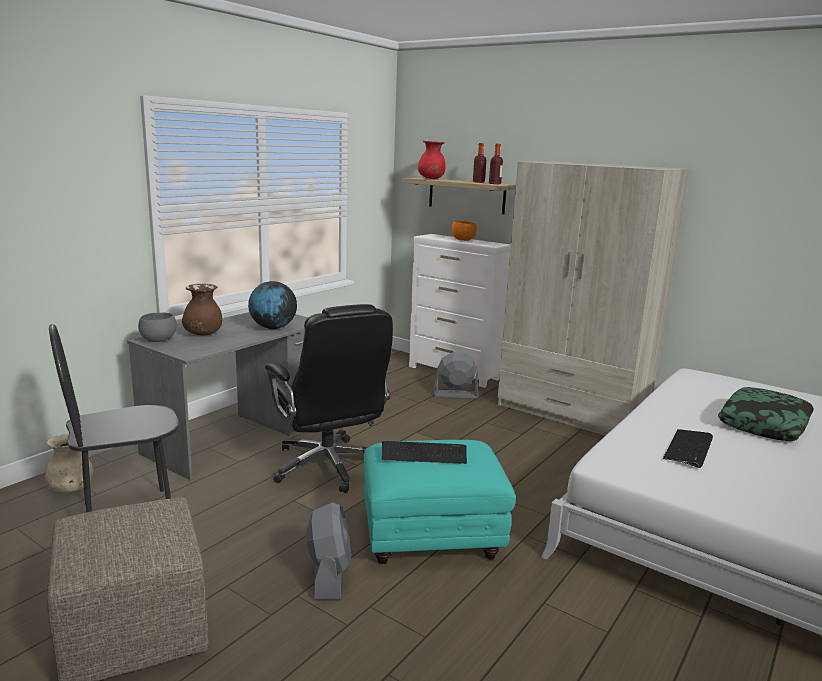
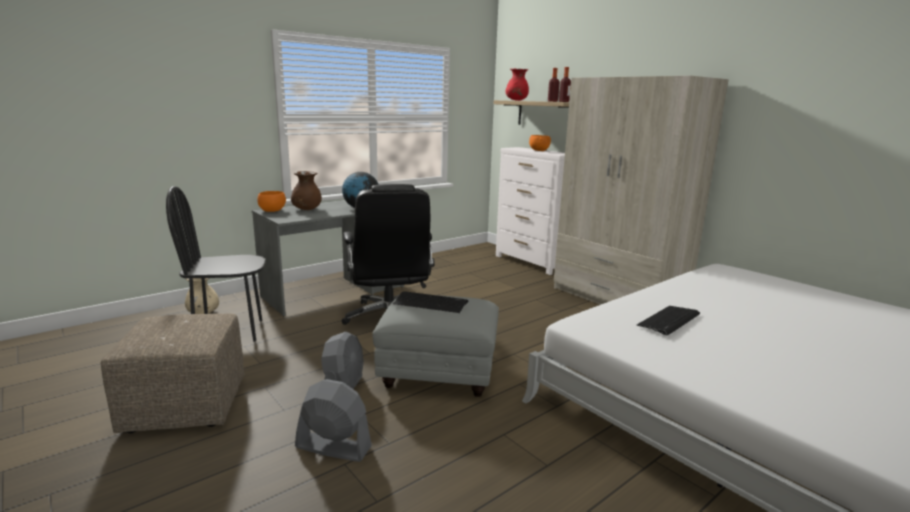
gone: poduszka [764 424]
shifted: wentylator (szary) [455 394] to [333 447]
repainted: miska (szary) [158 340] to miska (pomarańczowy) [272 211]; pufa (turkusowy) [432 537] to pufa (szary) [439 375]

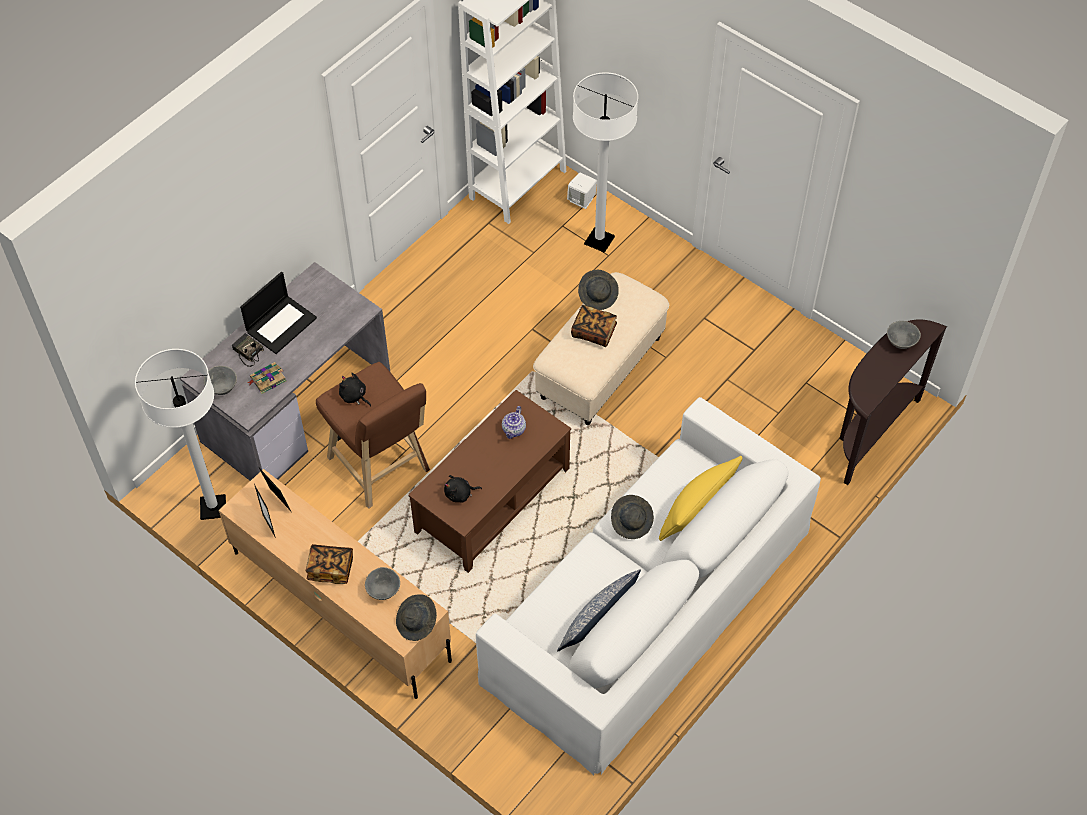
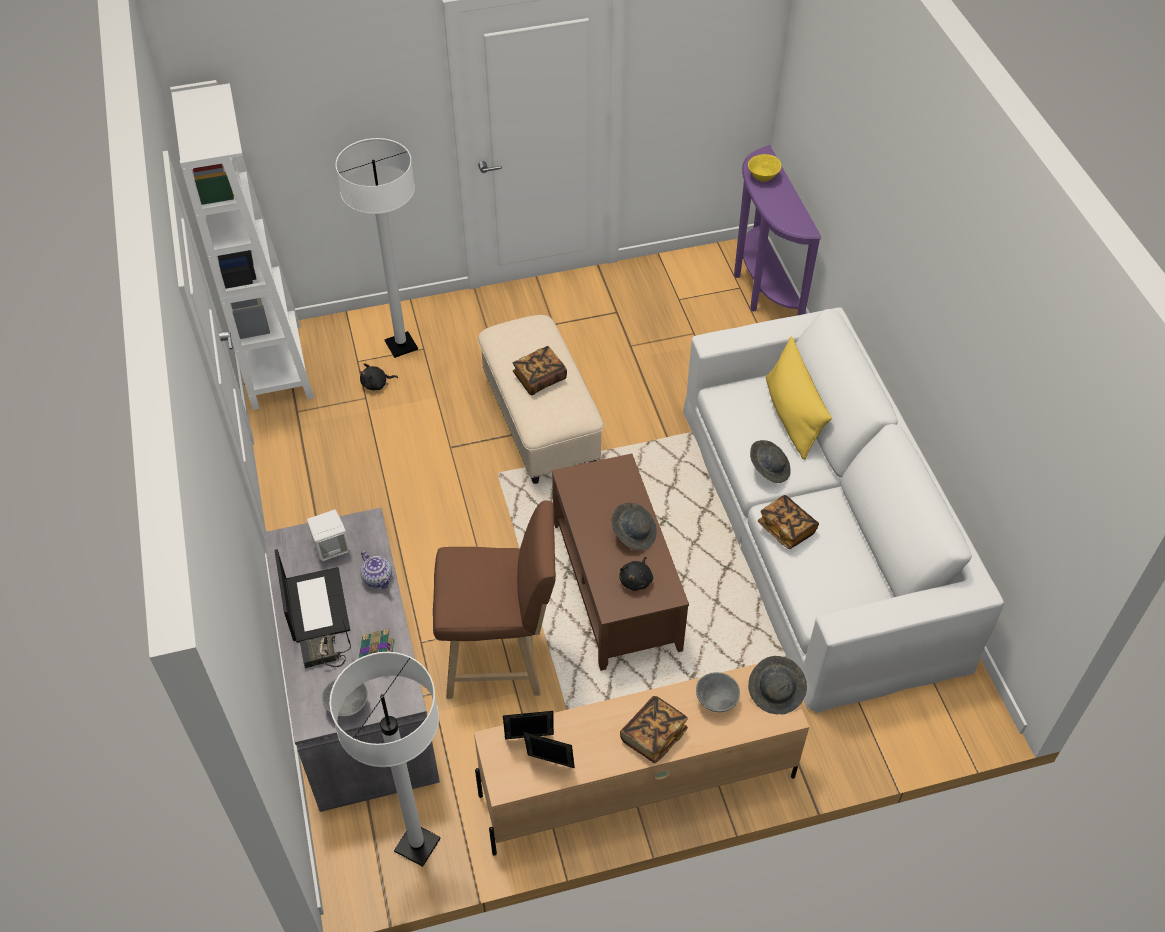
gone: poduszka [598 619]
new: książka [786 529]
shifted: głośnik (biały) [582 200] to [331 547]; kapelusz (szary) [598 296] to [634 533]; pluszak (czarny) [354 396] to [376 384]; imbryk [514 430] to [378 579]
repainted: stolik konsolowy (brązowy) [869 432] to stolik konsolowy (fioletowy) [761 290]; miska (szary) [900 342] to miska (żółty) [762 176]

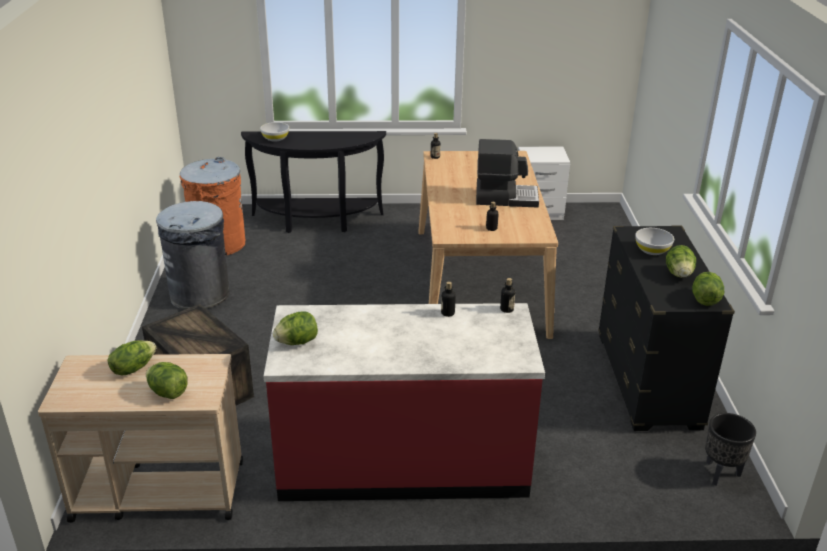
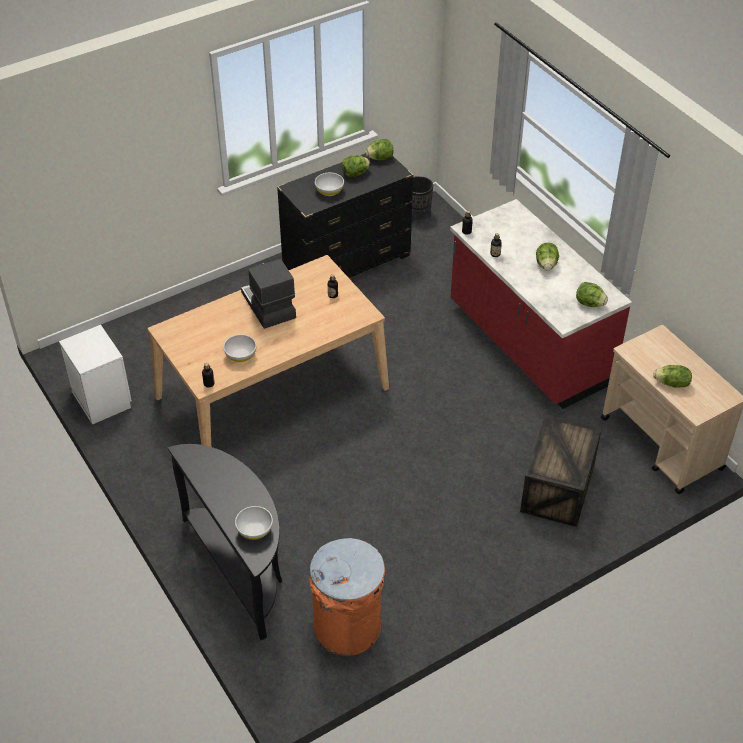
gone: kosz na śmieci (szary) [200 294]
new: miska (biały) [241 355]
shifted: sałata [168 392] to [546 265]

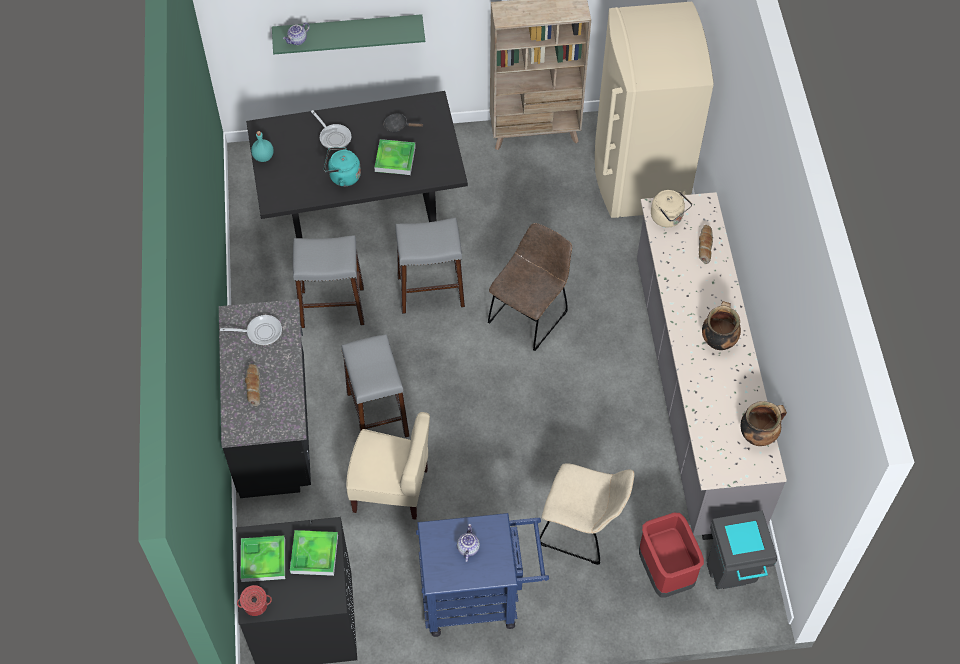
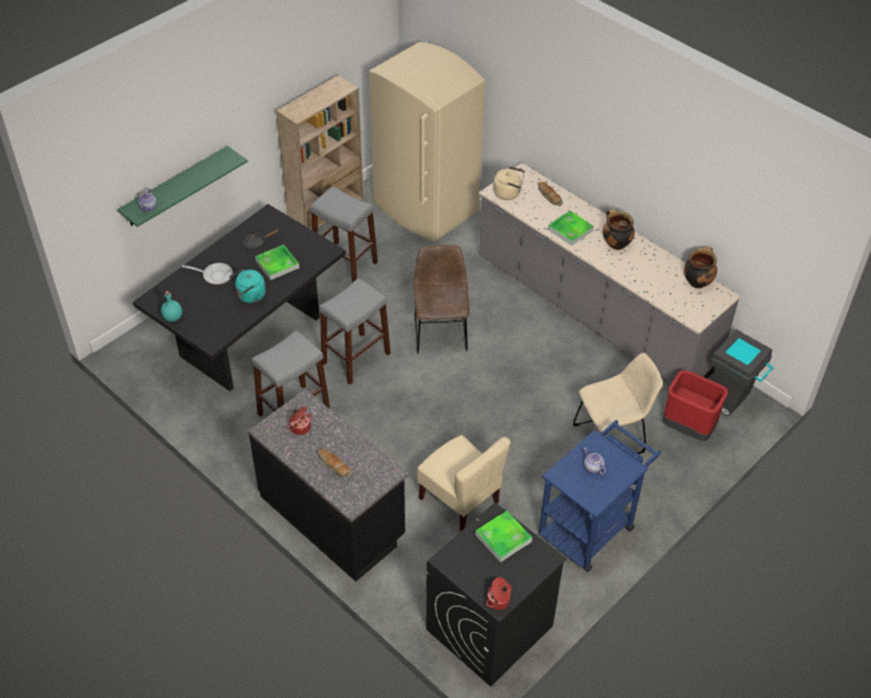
shifted: stołek (szary) [377 414] to [345 263]; taca [263 560] to [570 230]
swapped: patelnia [261 332] to garnek [300 427]
rotated: krzesło (beżowy) [391 489] = [460 500] 75 degrees clockwise

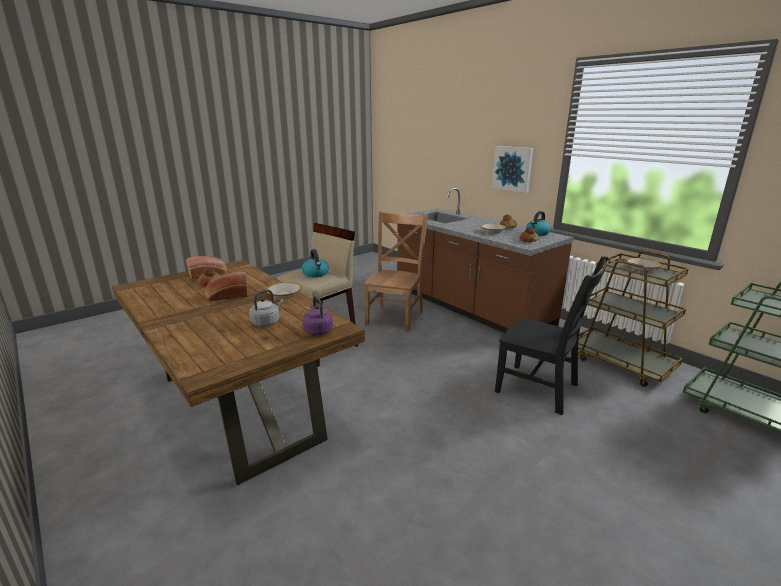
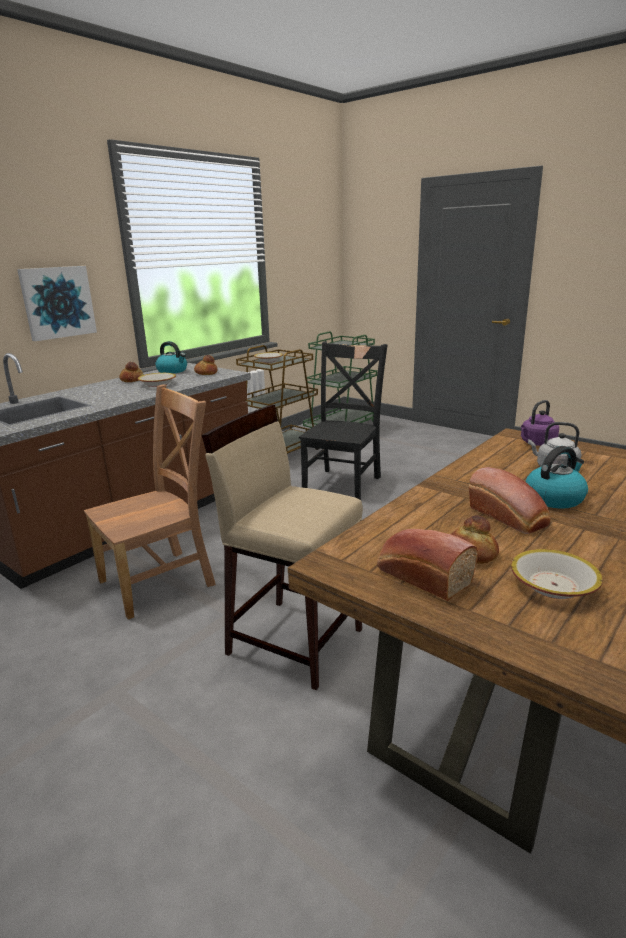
shifted: czajnik [316 274] to [554 498]; miska [284 295] to [554 586]
rotated: krzesło (brązowy) [395 317] = [162 581] 135 degrees clockwise

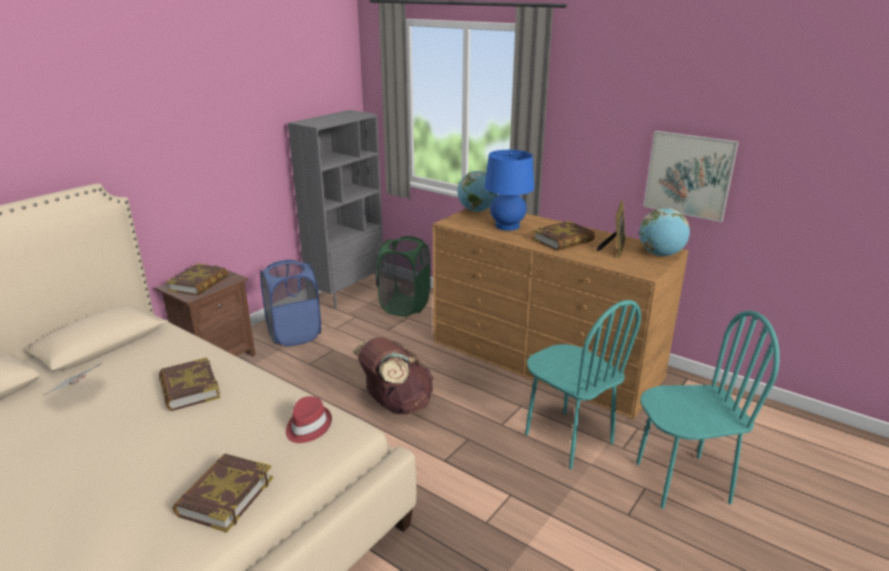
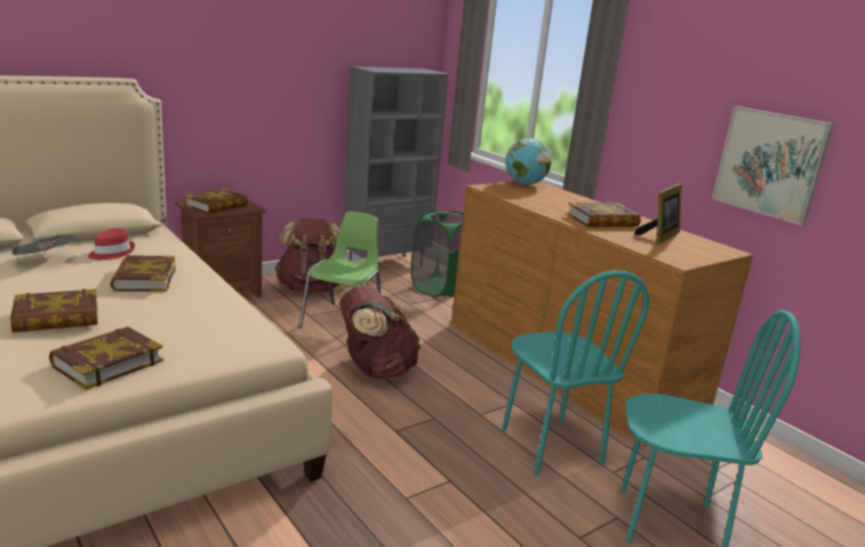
gone: lampa stołowa (niebieski) [507 226]; globus [660 254]
new: krzesło (zielony) [343 321]; książka [57 318]
shifted: kapelusz (czerwony) [307 426] to [111 253]
swapped: kosz na pranie (niebieski) [294 334] to plecak (brązowy) [310 289]

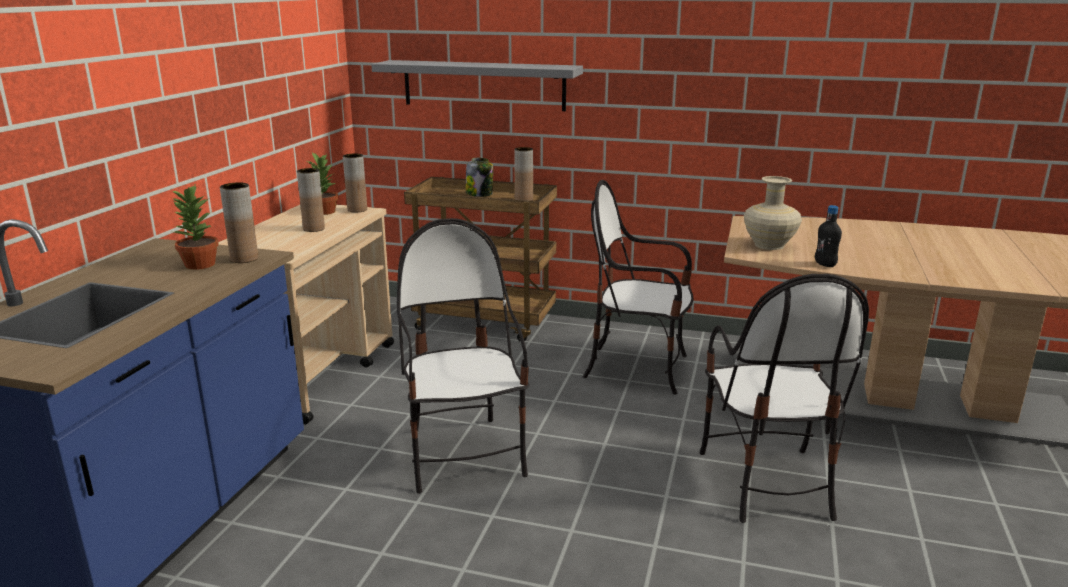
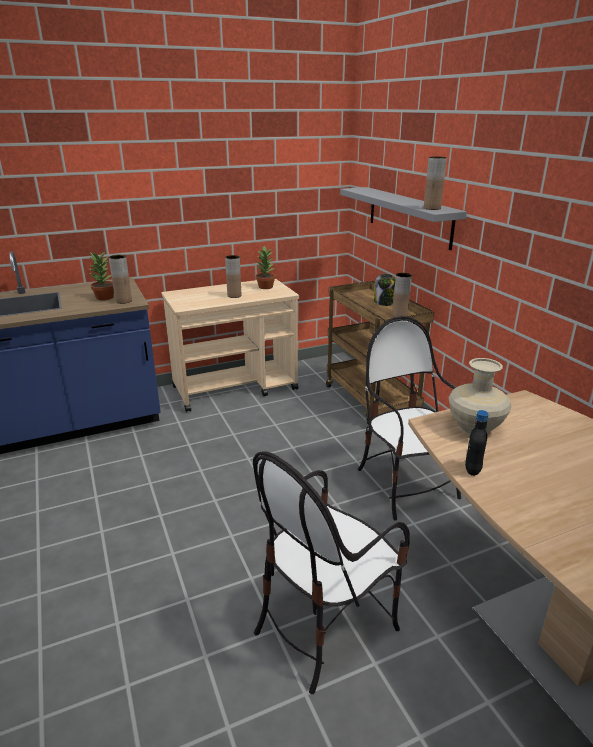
gone: krzesło [464 454]
shifted: wazon (brązowy) [357 210] to [432 208]

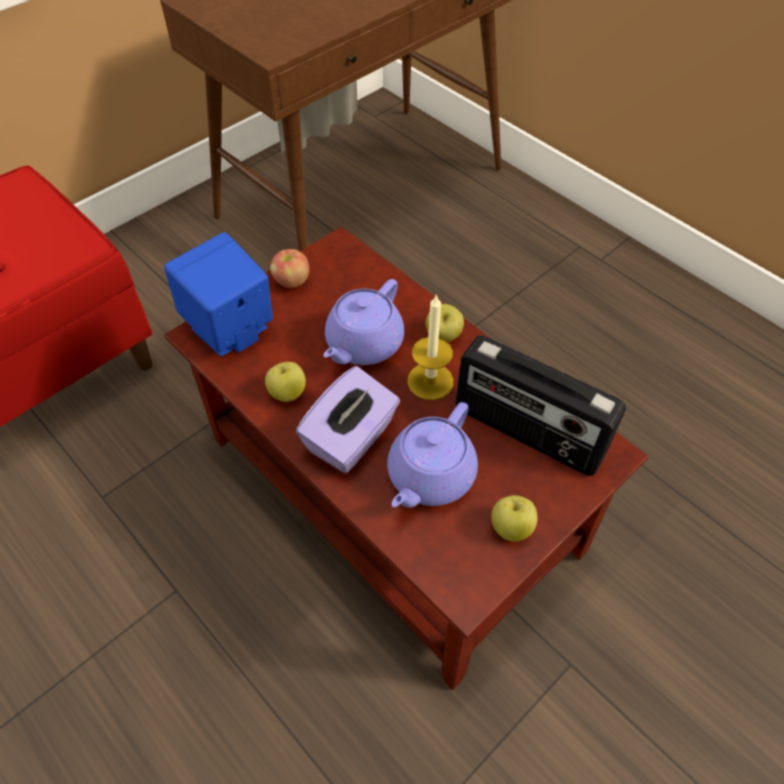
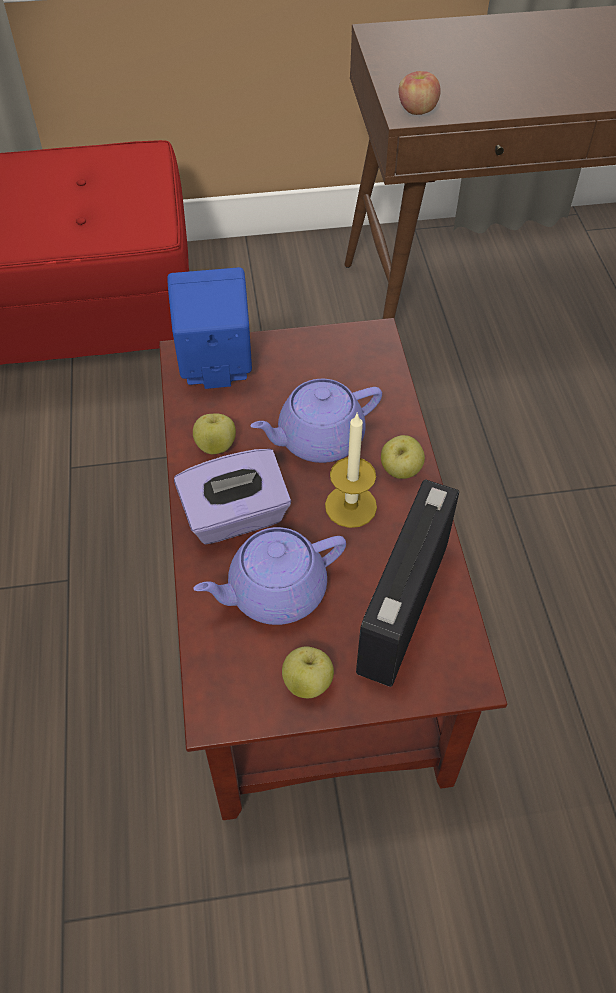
shifted: jabłko [291 281] to [417 110]
rotated: radio [527 433] = [401 607] 45 degrees clockwise

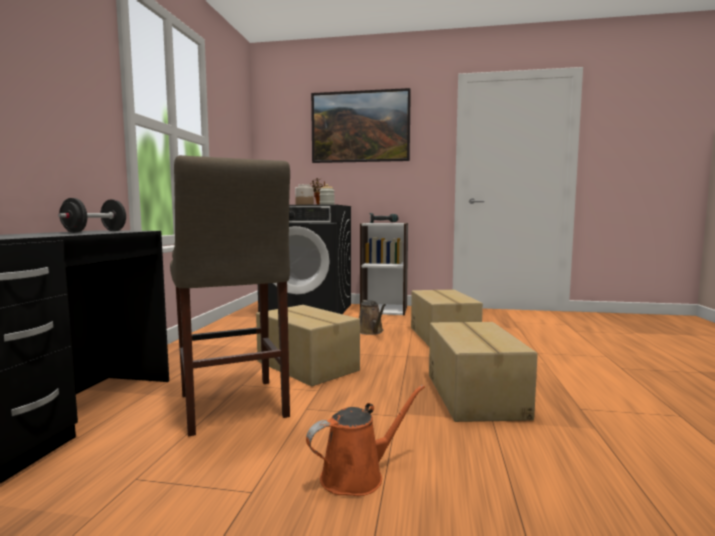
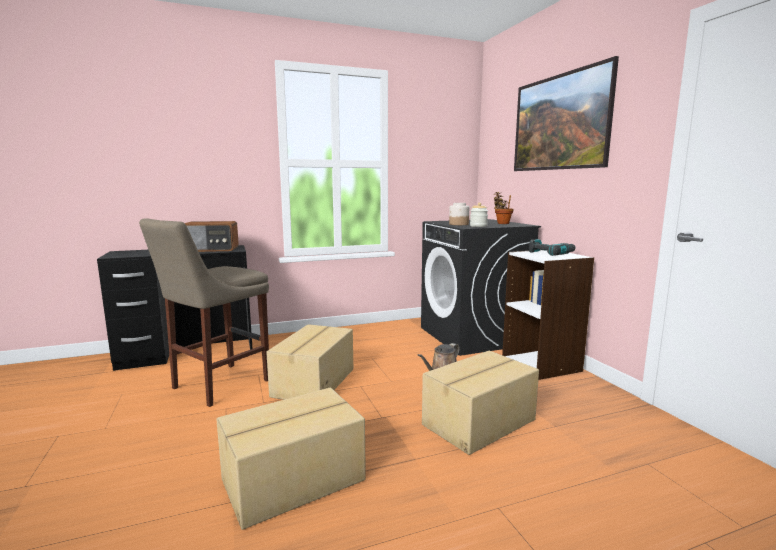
gone: konewka (pomarańczowy) [357 475]
swapped: hantel (czarny) [95 231] to radio [211 249]

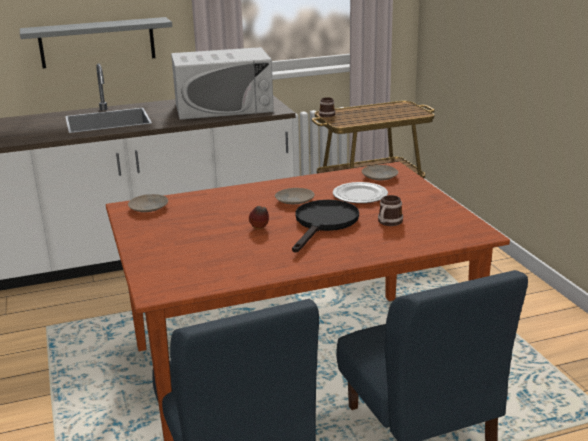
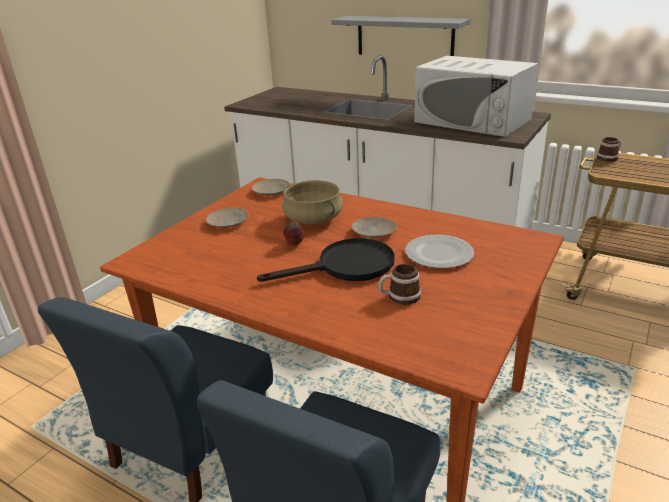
new: garnek (beżowy) [312 219]
shifted: talerz (beżowy) [379 176] to [228 222]

